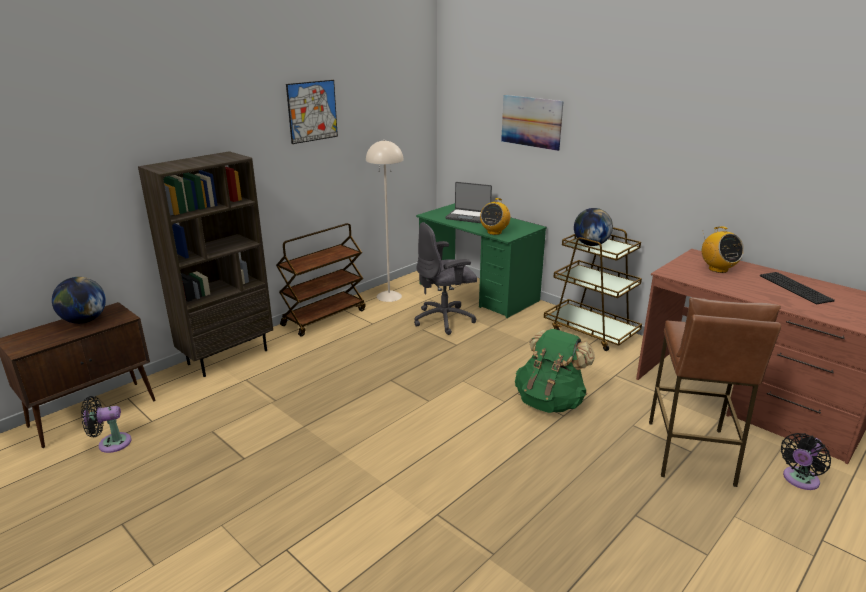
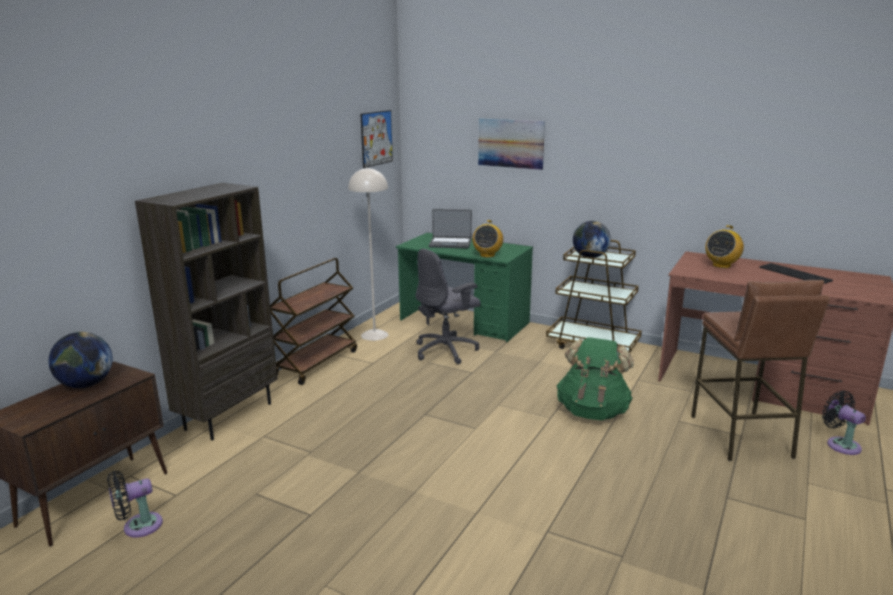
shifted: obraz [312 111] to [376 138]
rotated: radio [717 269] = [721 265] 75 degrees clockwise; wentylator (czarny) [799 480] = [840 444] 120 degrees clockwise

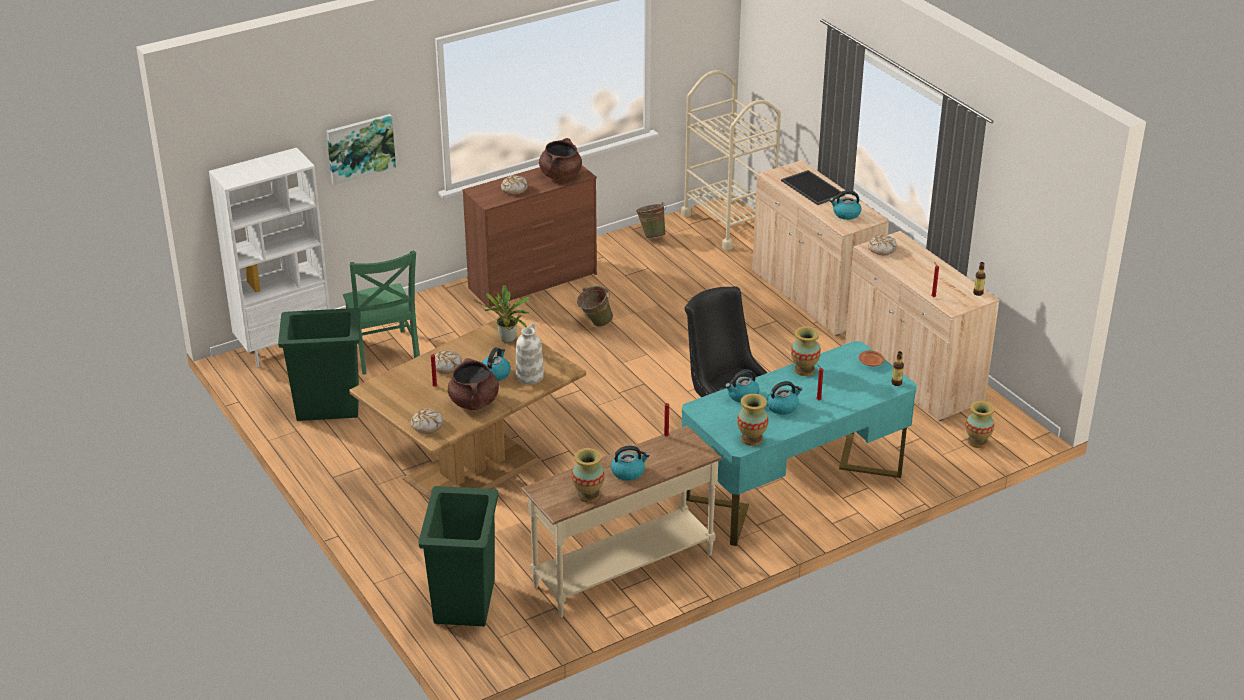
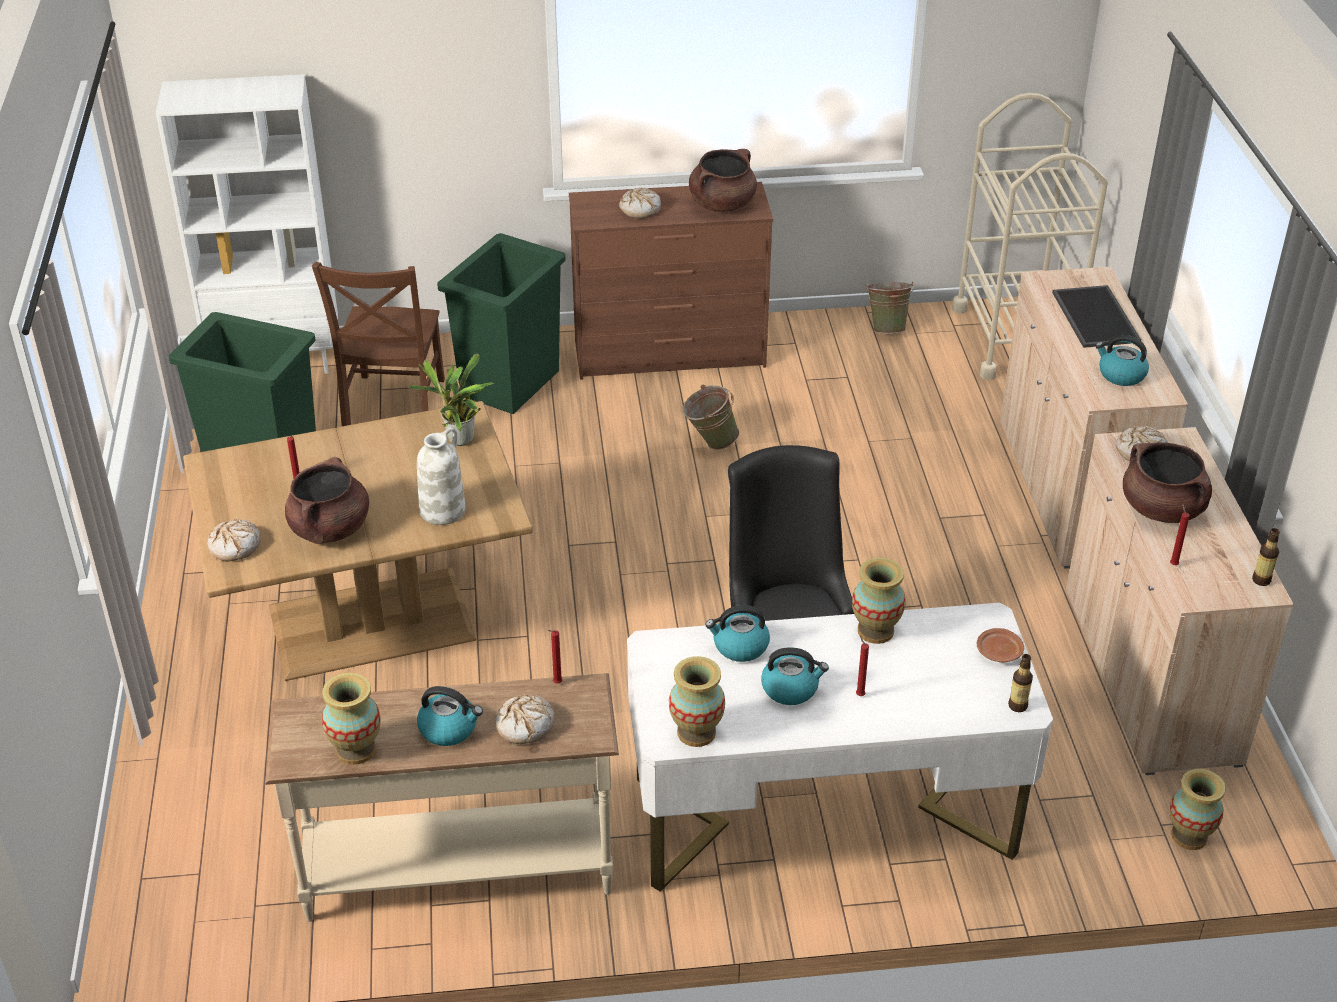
gone: obraz [360 148]; czajnik [495 374]
new: garnek (brązowy) [1162 509]
shifted: chleb [446 366] to [525 725]; kosz na śmieci (zielony) [463 602] to [508 384]
repainted: krzesło (zielony) [384 354] to krzesło (brązowy) [393 407]; biurko (turkusowy) [794 487] to biurko (biały) [823 815]

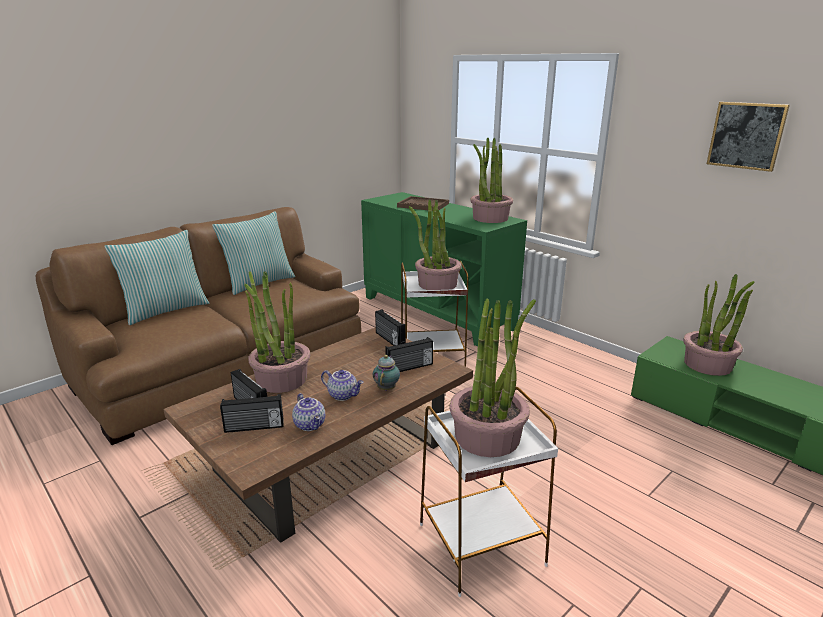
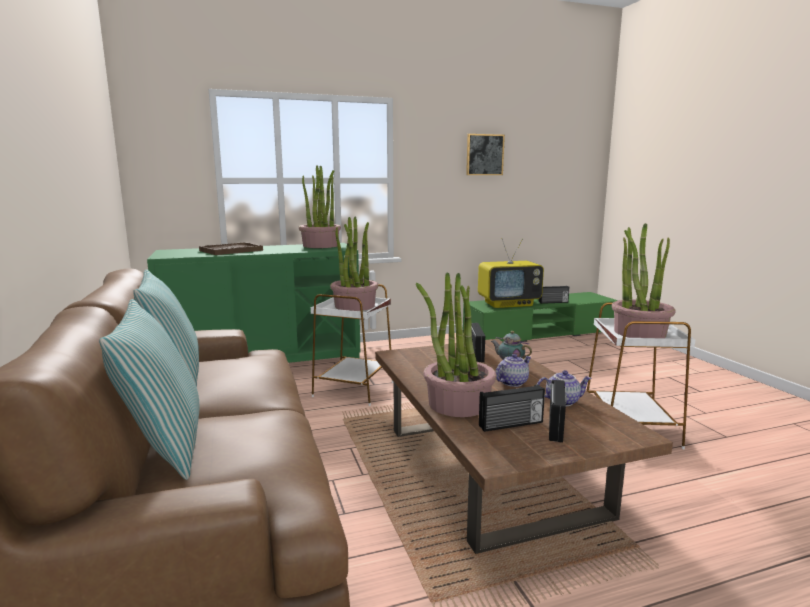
shifted: radio [389 339] to [553 302]
swapped: roślina doniczkowa [708 364] to telewizor [508 304]

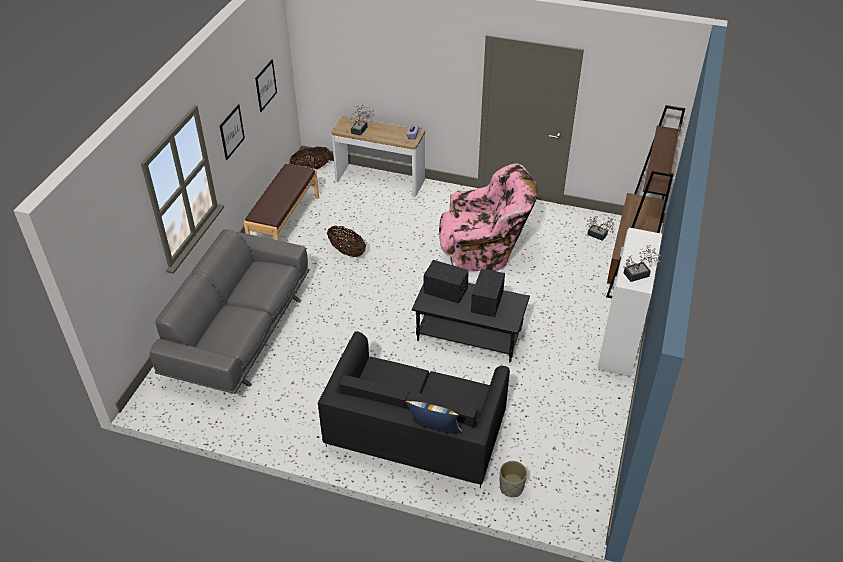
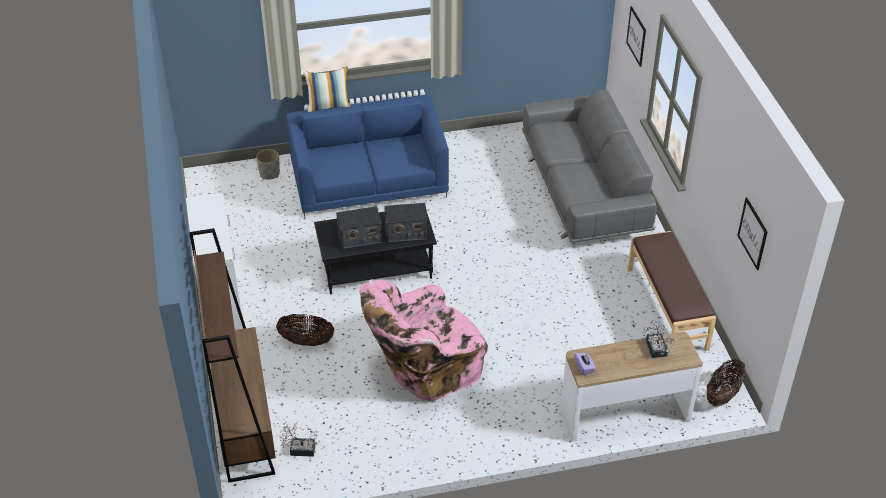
gone: roślina doniczkowa [639 274]
shifted: obraz [232 132] to [636 36]; koszyk [347 251] to [306 341]
repainted: kanapa (czarny) [415 431] to kanapa (niebieski) [369 180]
rotated: radio [487 301] = [359 237] 90 degrees clockwise

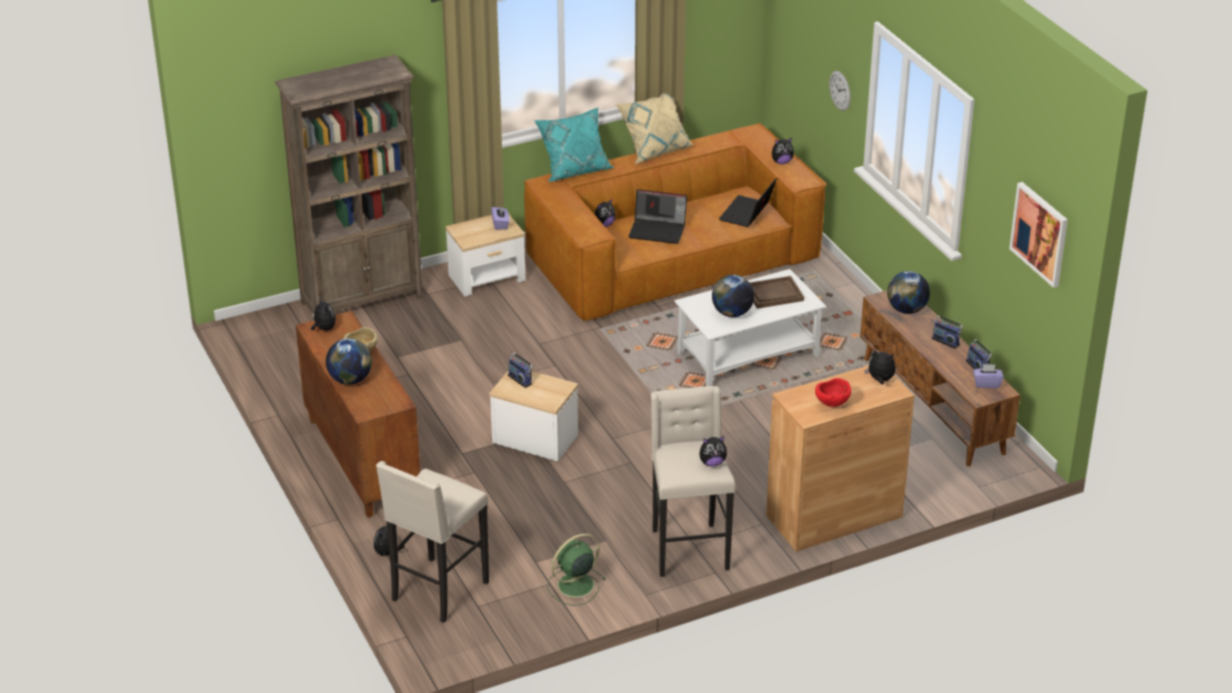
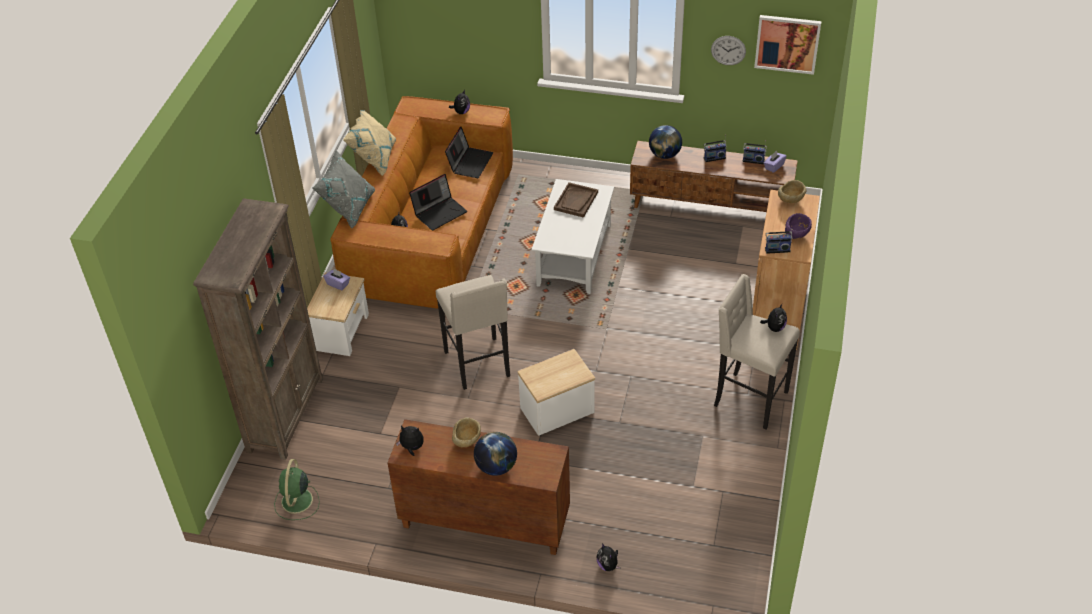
gone: globus [732 313]
shifted: zegar ścienny [840 90] to [728 50]; radio [521 379] to [777 249]; stołek (beżowy) [438 592] to [479 365]; wentylator (zielony) [574 586] to [296 502]
swapped: pluszak [880 380] to miska (beżowy) [790 201]
repainted: poduszka (turkusowy) [574 169] to poduszka (szary) [348 207]; miska (czerwony) [832 404] to miska (fioletowy) [796 235]
rotated: laptop [747 213] = [470 162] 135 degrees counterclockwise

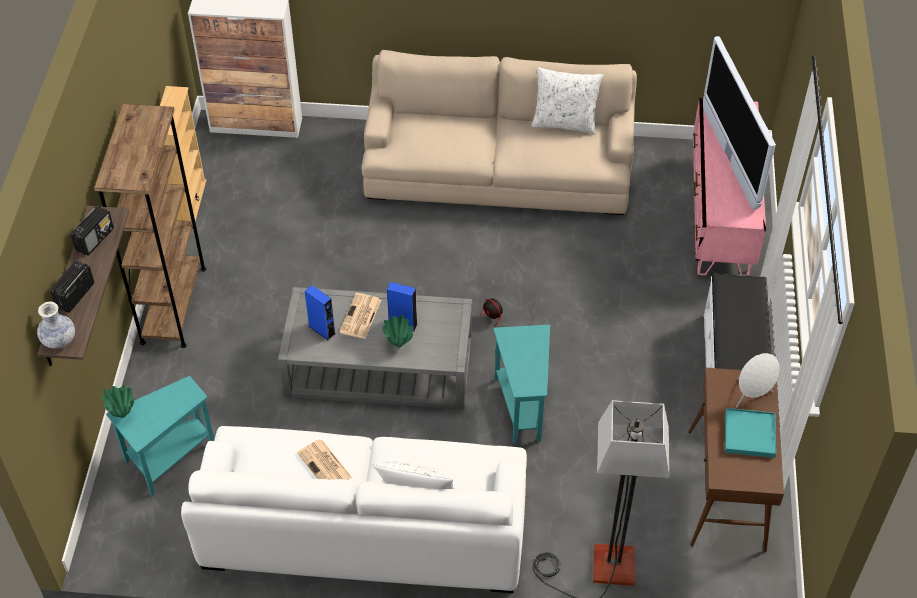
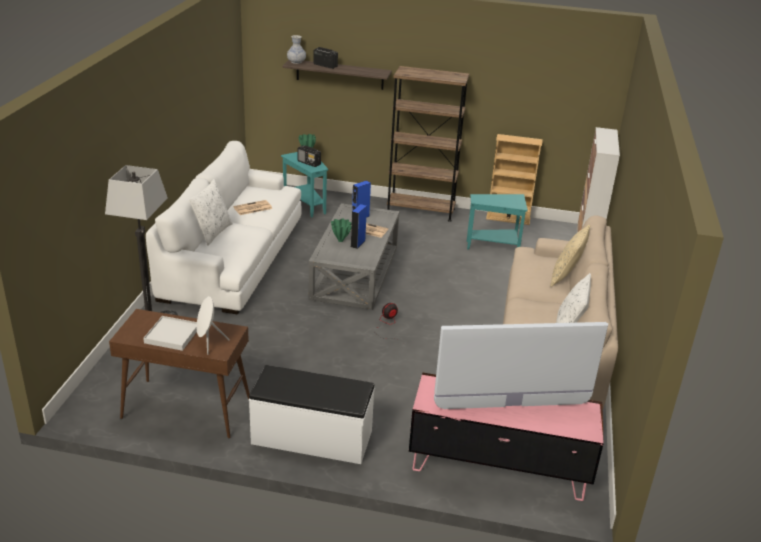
new: poduszka (beżowy) [566 276]
shifted: radio [95 239] to [309 163]; stolik (turkusowy) [522 405] to [495 247]
repainted: taca (turkusowy) [749 435] to taca (biały) [172 335]

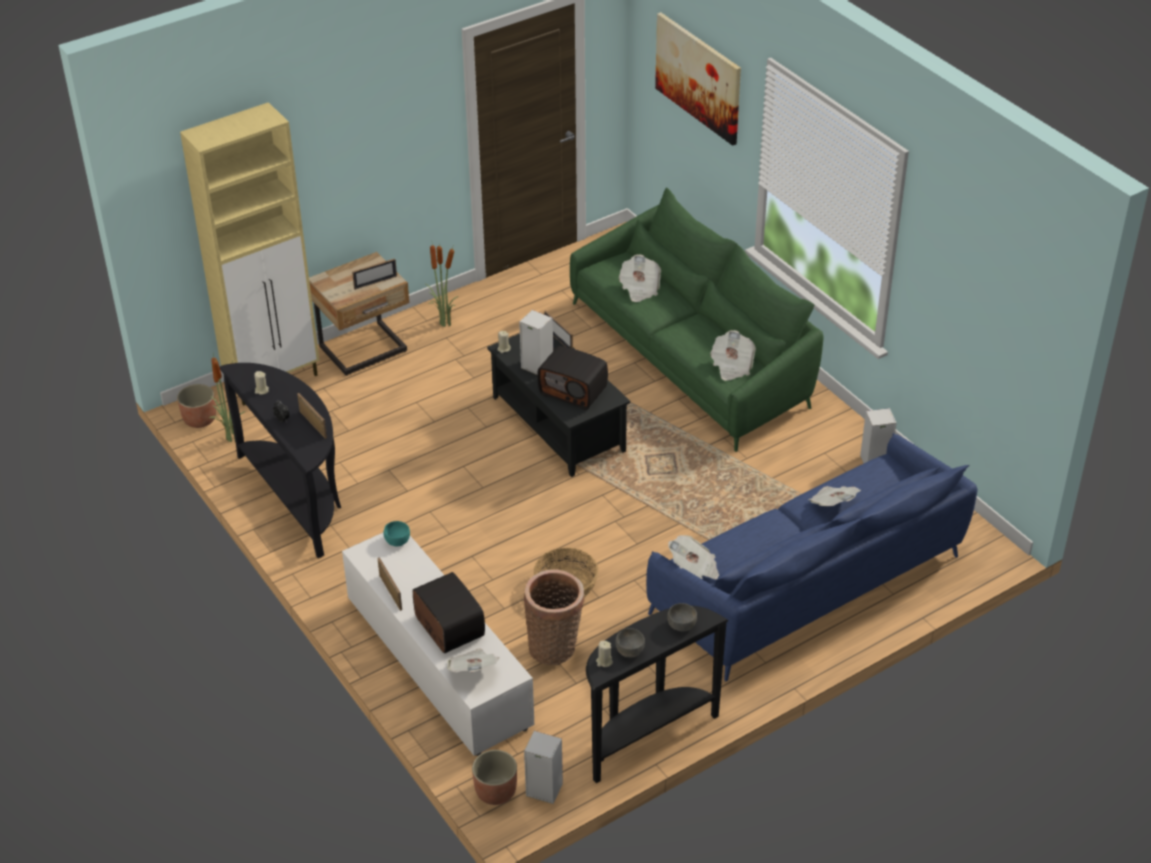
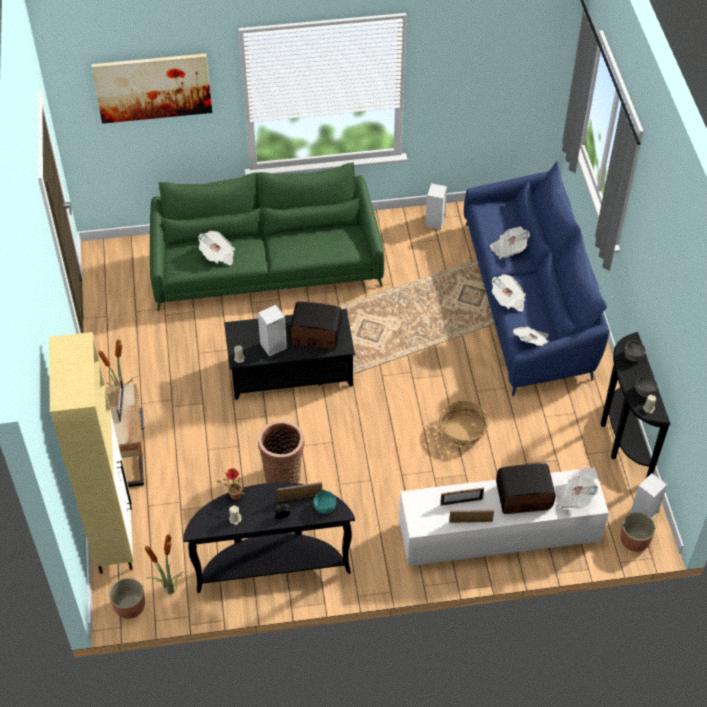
new: roślina doniczkowa [233 496]
shifted: ramka na zdjęcie [558 339] to [461 501]; gazeta [732 366] to [508 300]; miska (turkusowy) [397 540] to [324 507]; koszyk [555 647] to [283 474]
rotated: radio [574 390] = [315 335] 135 degrees counterclockwise

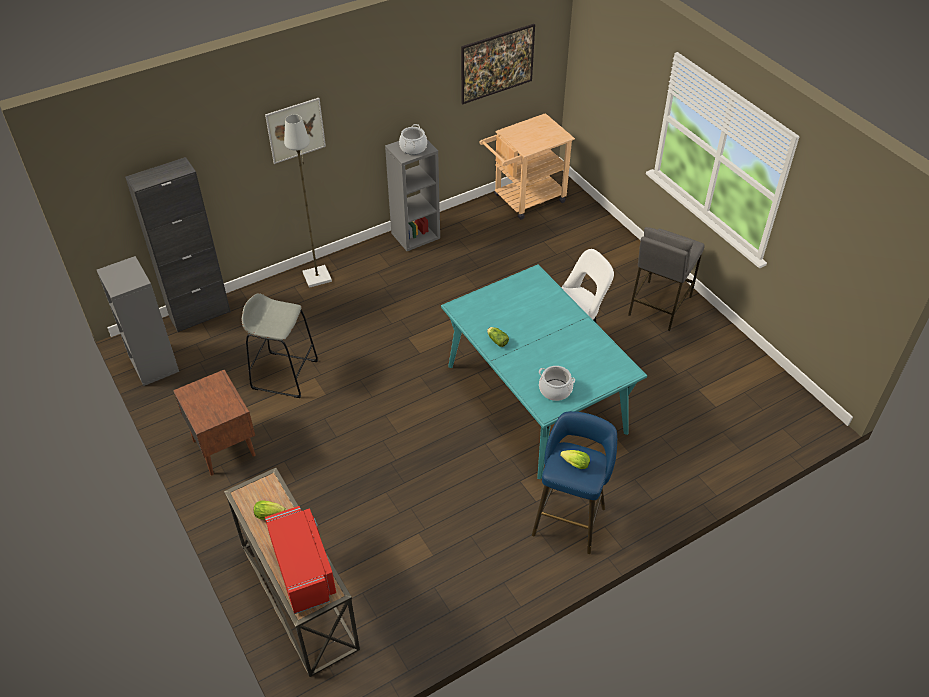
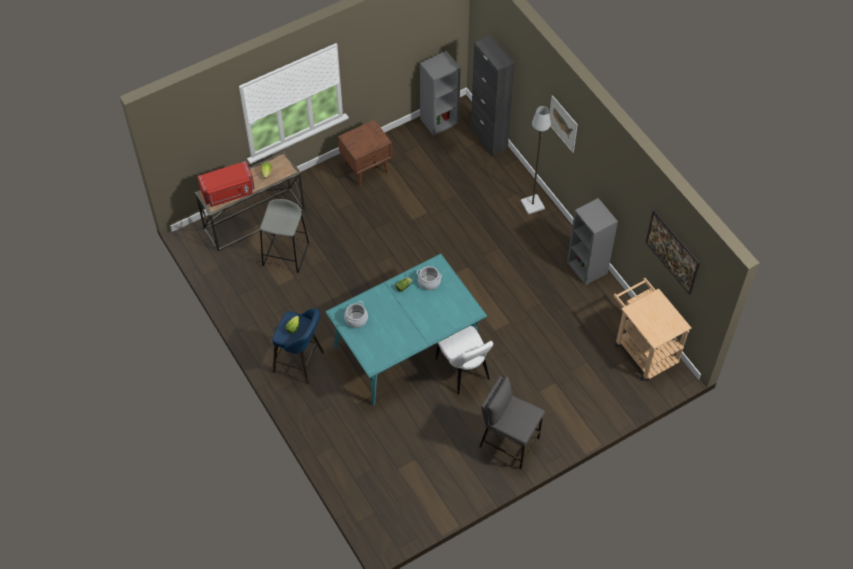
shifted: garnek [413 148] to [429 282]; stołek (szary) [284 374] to [286 254]

